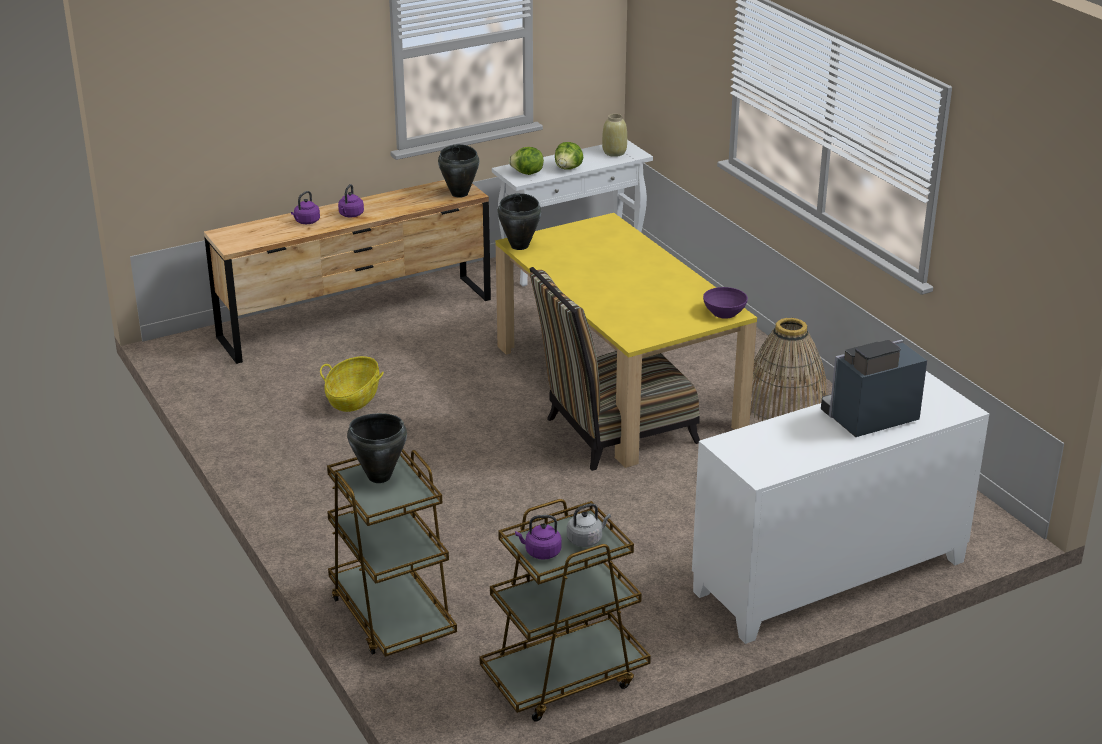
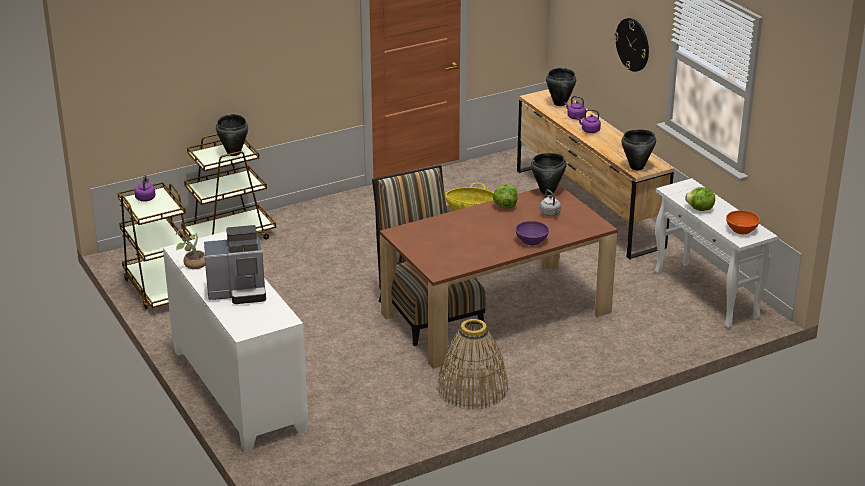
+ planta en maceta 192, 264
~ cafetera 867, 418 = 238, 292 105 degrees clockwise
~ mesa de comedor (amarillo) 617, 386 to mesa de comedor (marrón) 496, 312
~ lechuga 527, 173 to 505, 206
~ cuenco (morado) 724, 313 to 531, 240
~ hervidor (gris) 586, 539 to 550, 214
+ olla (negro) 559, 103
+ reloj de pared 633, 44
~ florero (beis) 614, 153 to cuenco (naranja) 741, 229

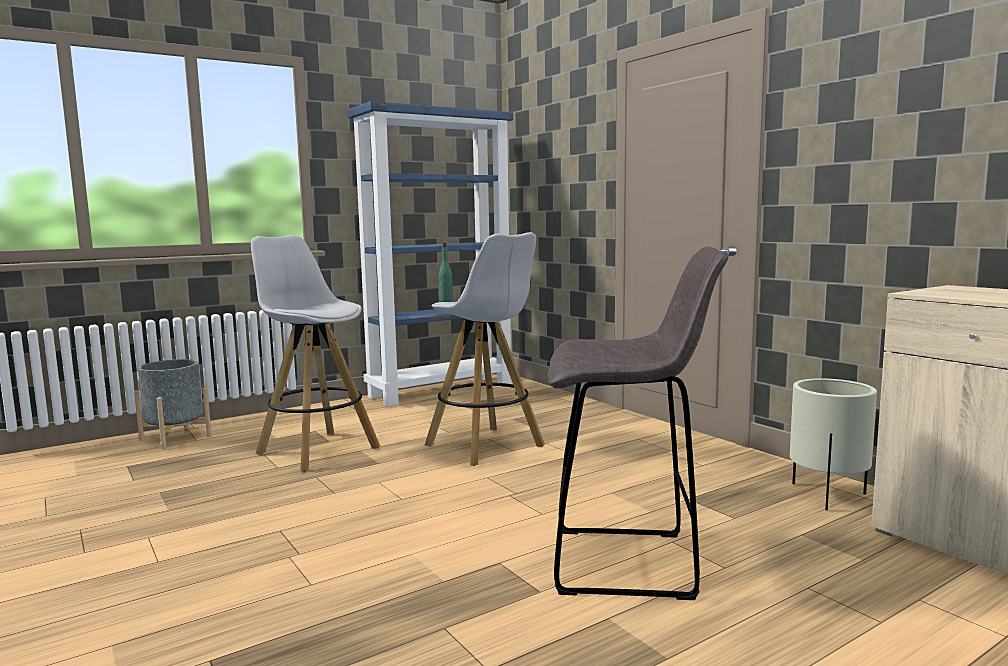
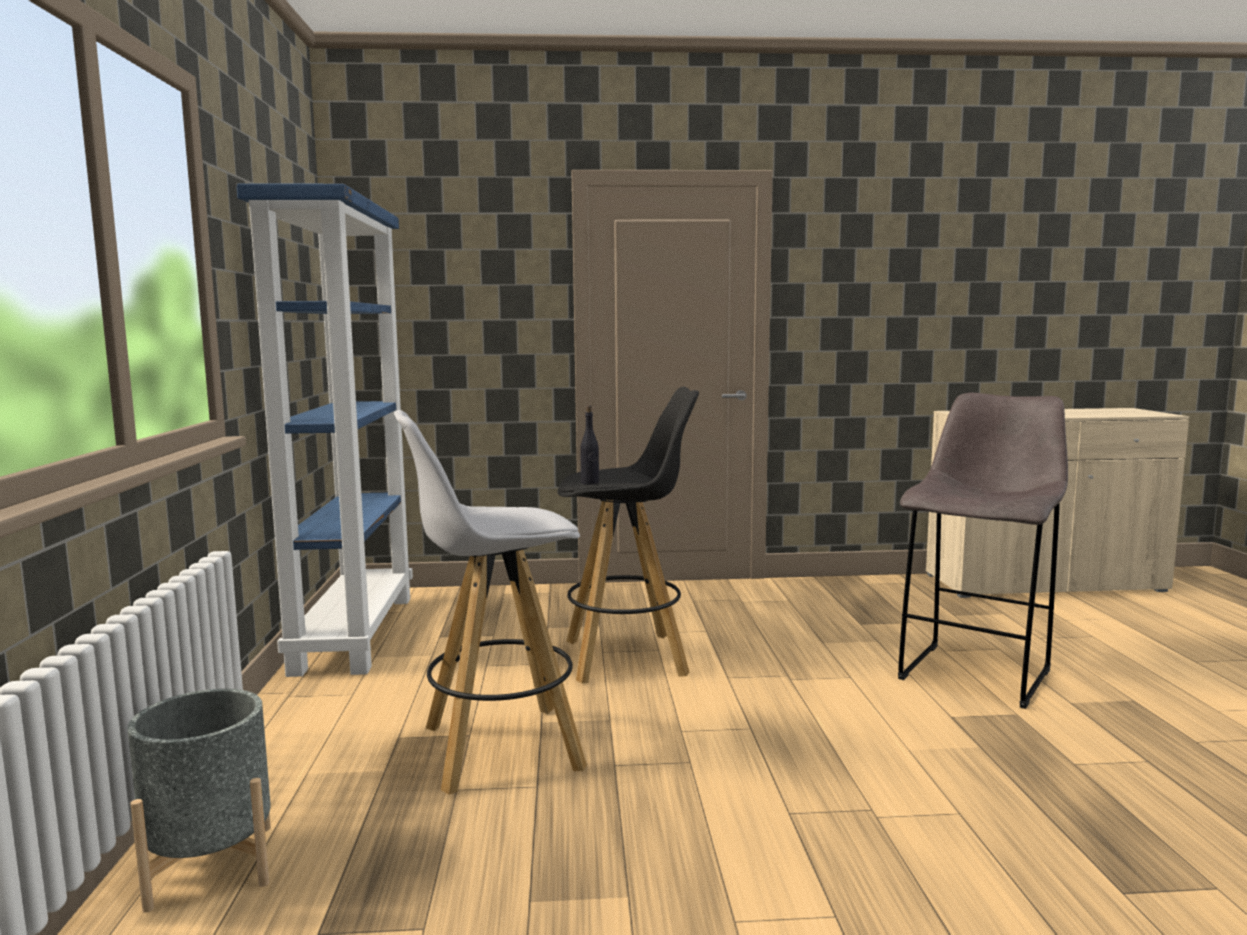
~ taburete (blanco) 486, 446 to taburete (negro) 628, 658
~ botella (verde) 446, 301 to botella (negro) 590, 483
- maceta (beis) 827, 495

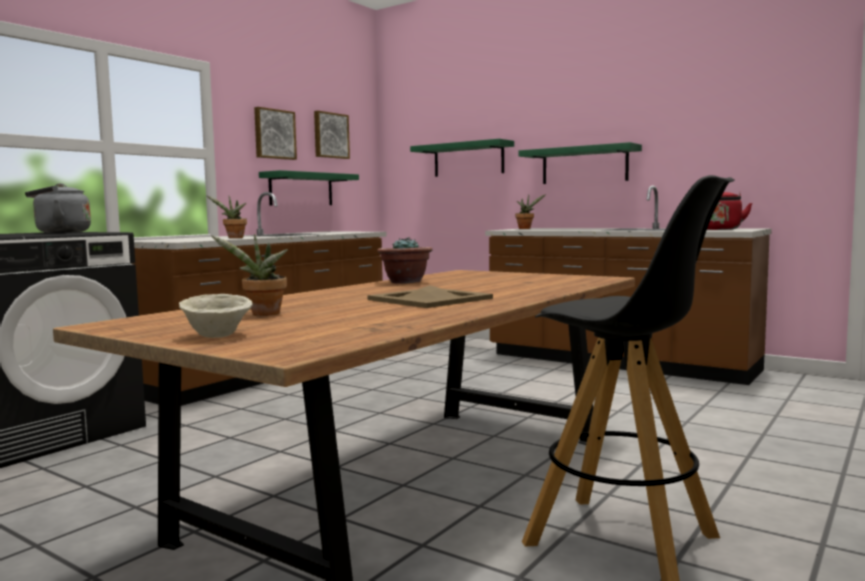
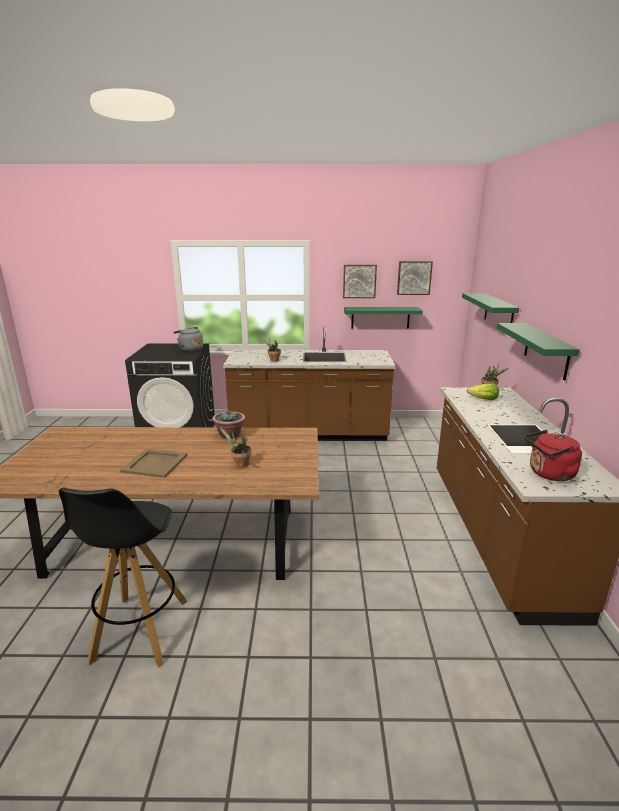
~ planta en maceta 262, 314 to 239, 464
+ lechuga 483, 399
- cuenco (beis) 218, 335

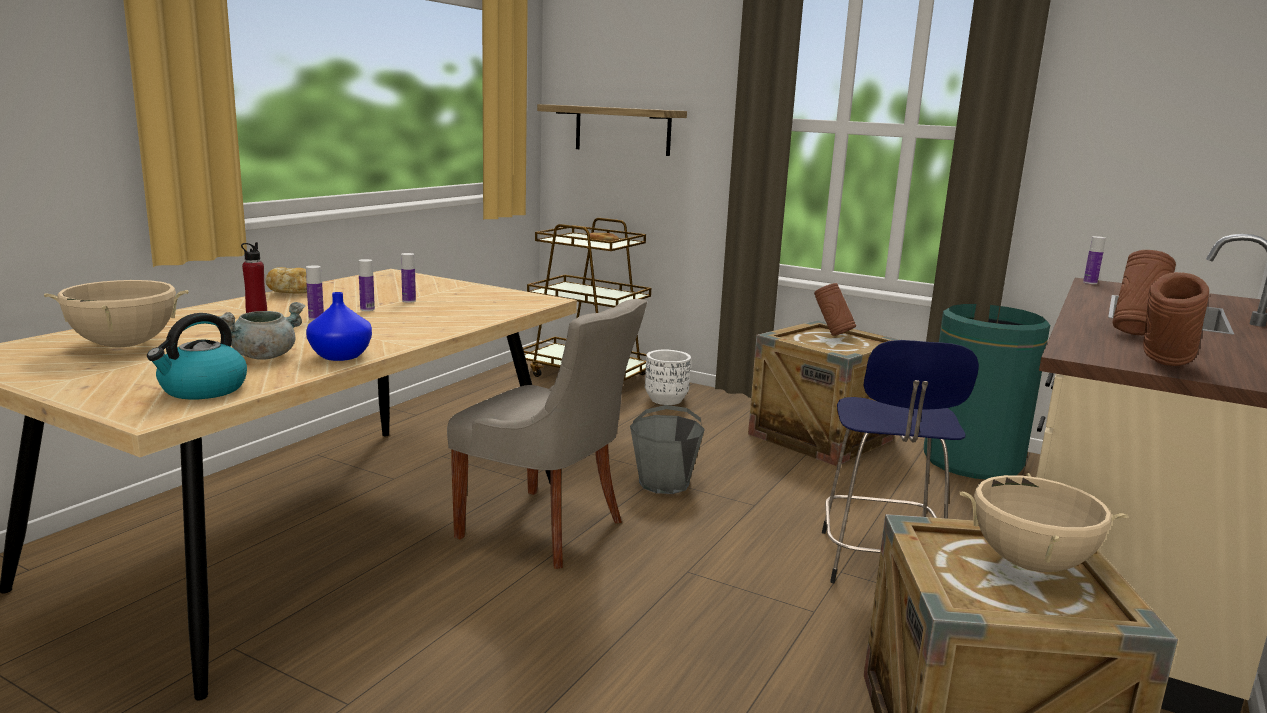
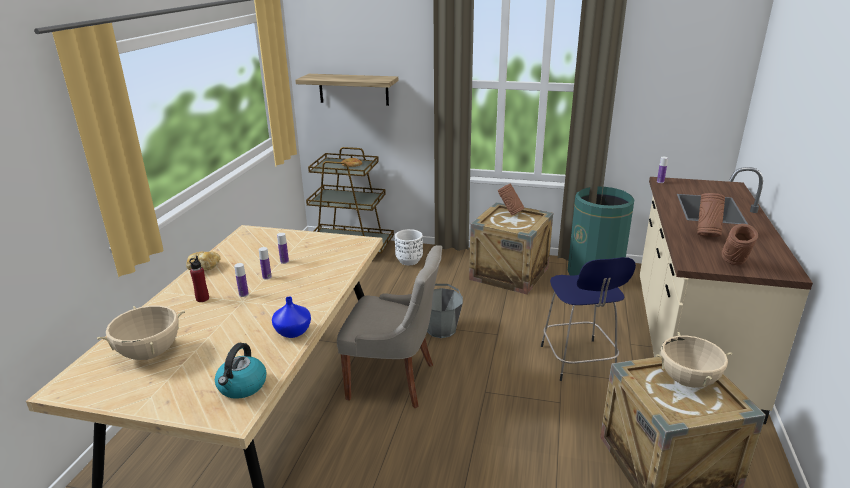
- olla (gris) 264, 356

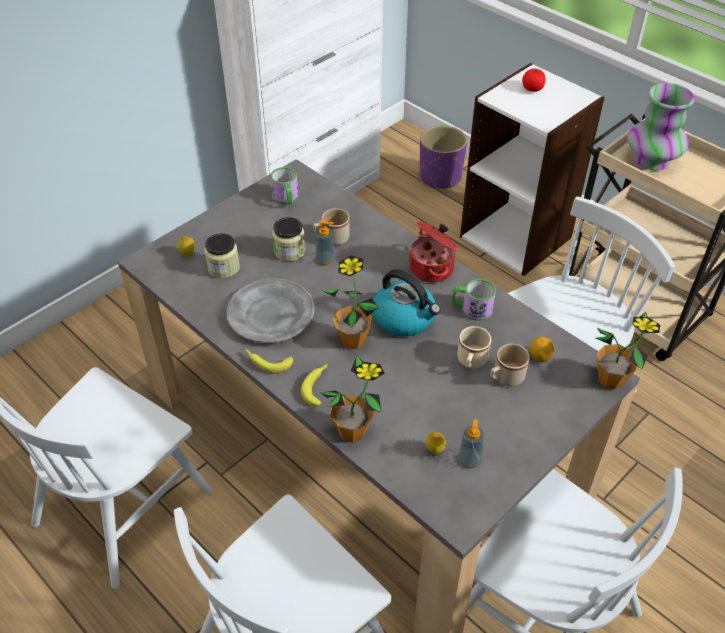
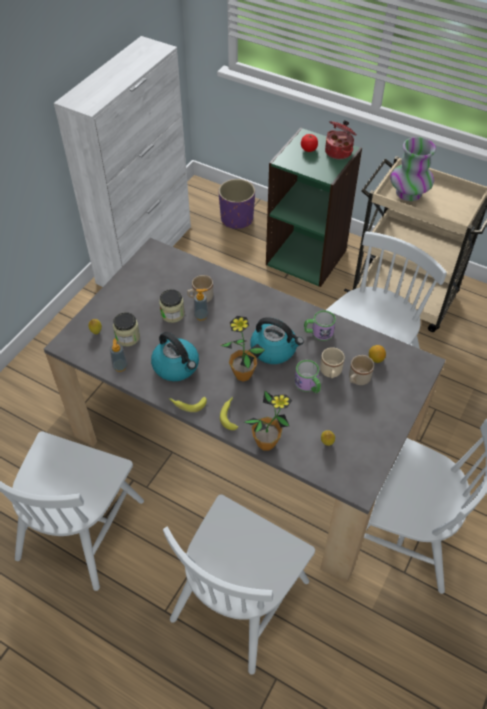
~ dispensador de jabón 469, 460 to 120, 366
~ plato (gris) 271, 314 to hervidor 176, 366
~ estantería (blanco) 516, 236 to estantería (verde) 307, 257
~ taza grande 286, 198 to 308, 385
~ olla 433, 268 to 339, 152
- planta en maceta 610, 380

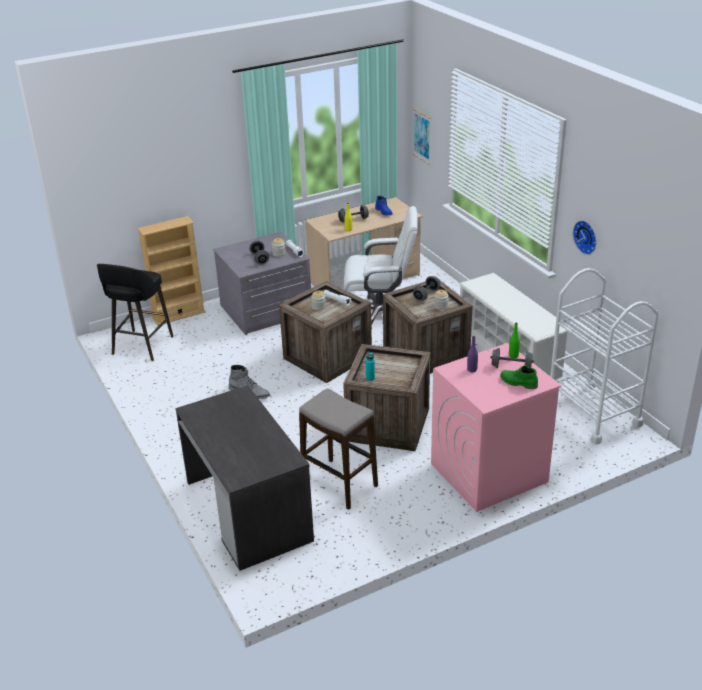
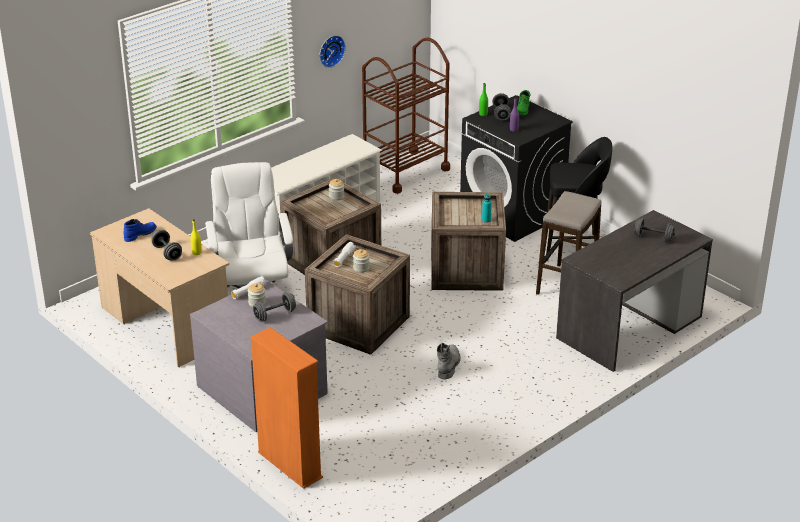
~ estantería (beis) 178, 315 to estantería (naranja) 289, 465
~ carrito (blanco) 592, 413 to carrito (marrón) 405, 171
~ lavadora (rosa) 488, 473 to lavadora (negro) 512, 214
~ taburete (negro) 141, 346 to 573, 247
~ mancuerna (gris) 426, 295 to 653, 238
- cuadro 422, 136

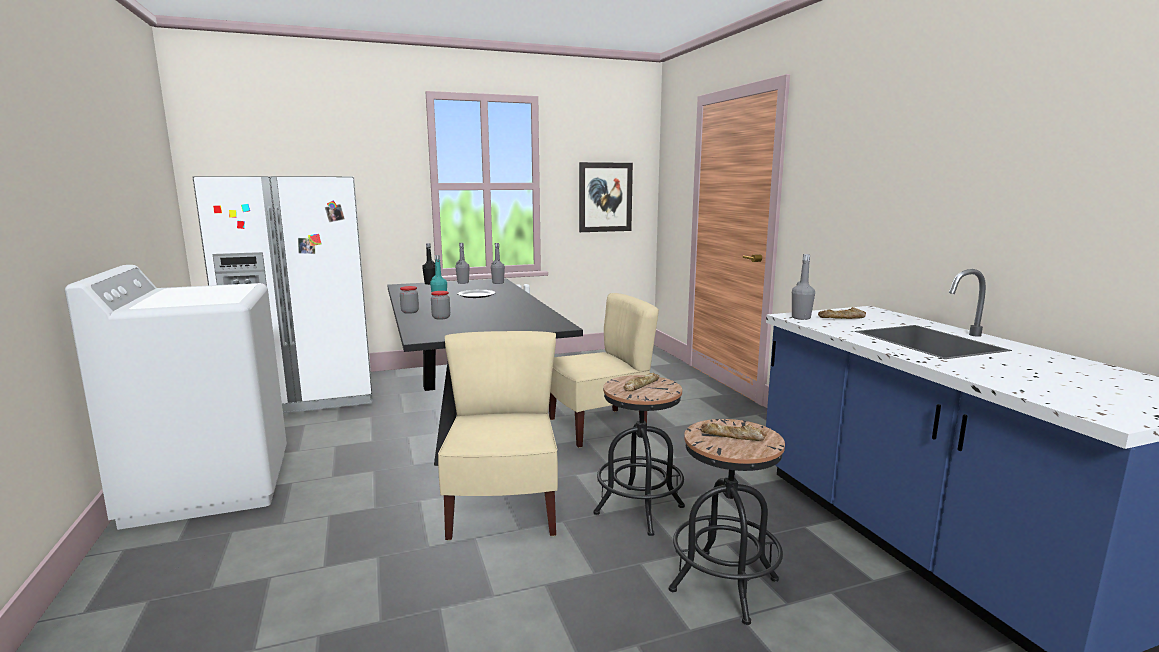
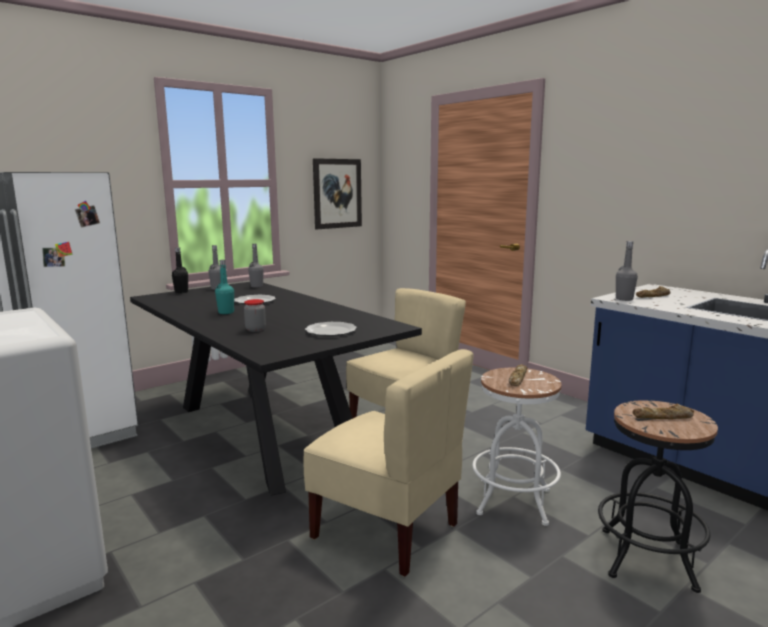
~ silla (beis) 503, 510 = 387, 530 150 degrees clockwise
+ plato 331, 331
~ taburete (negro) 639, 510 to taburete (blanco) 514, 501
- tarro 410, 312

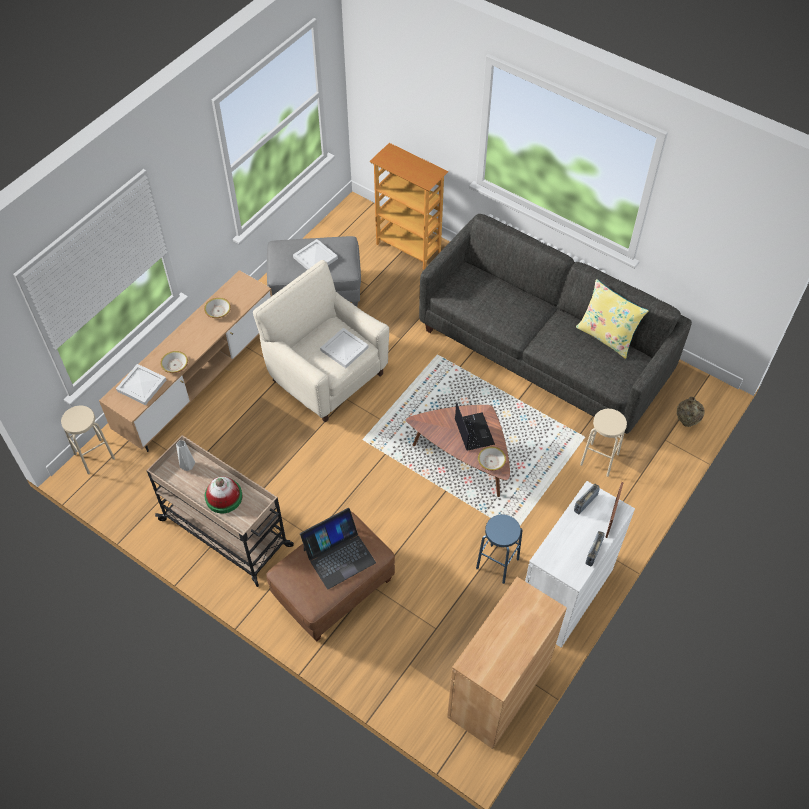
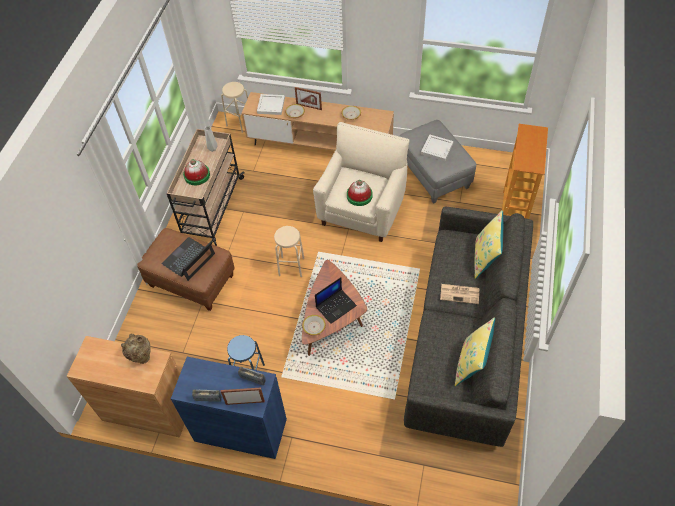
~ florero (beis) 686, 423 to 142, 357
~ portátil 339, 555 = 189, 259 90 degrees clockwise
~ armario (blanco) 565, 594 to armario (azul) 240, 430
~ taburete (beis) 599, 459 to 291, 266
+ portarretratos 309, 106
~ bandeja (blanco) 344, 350 to sombrero 359, 196
+ periódico 460, 294
+ cojín (amarillo) 485, 258

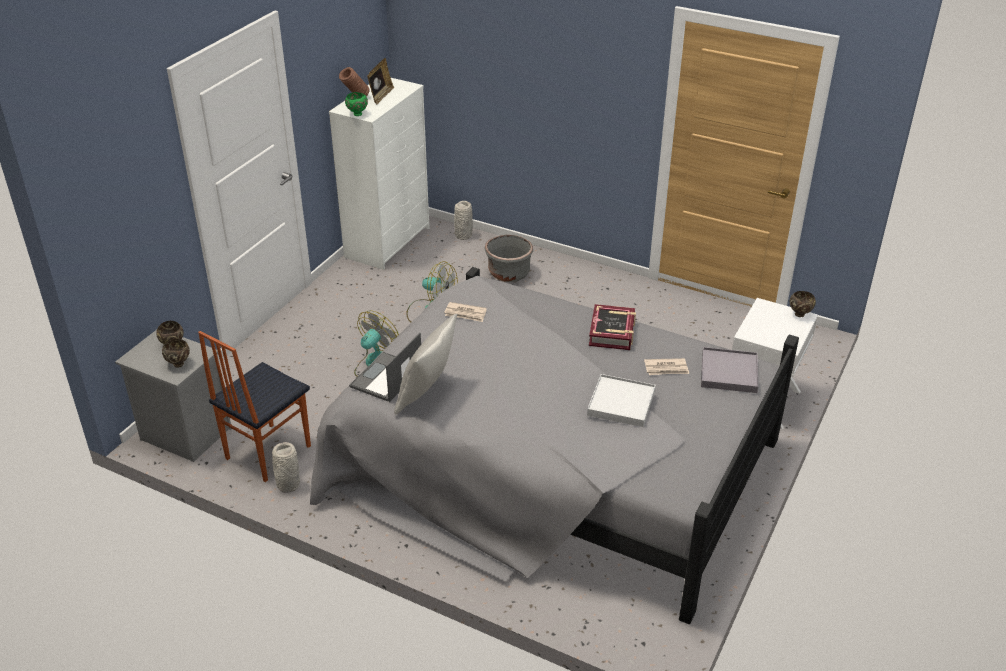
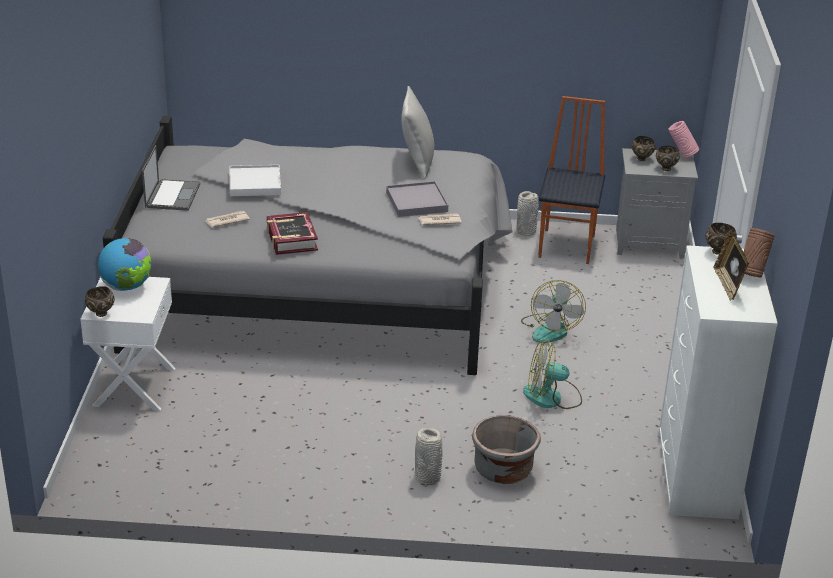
+ globo terráqueo 127, 287
~ portátil 386, 378 to 172, 195
~ bandeja (gris) 729, 373 to 416, 202
~ florero (gris) 463, 235 to 428, 478
+ florero (rosa) 681, 155
~ cuenco (verde) 357, 114 to cuenco (marrón) 718, 251

